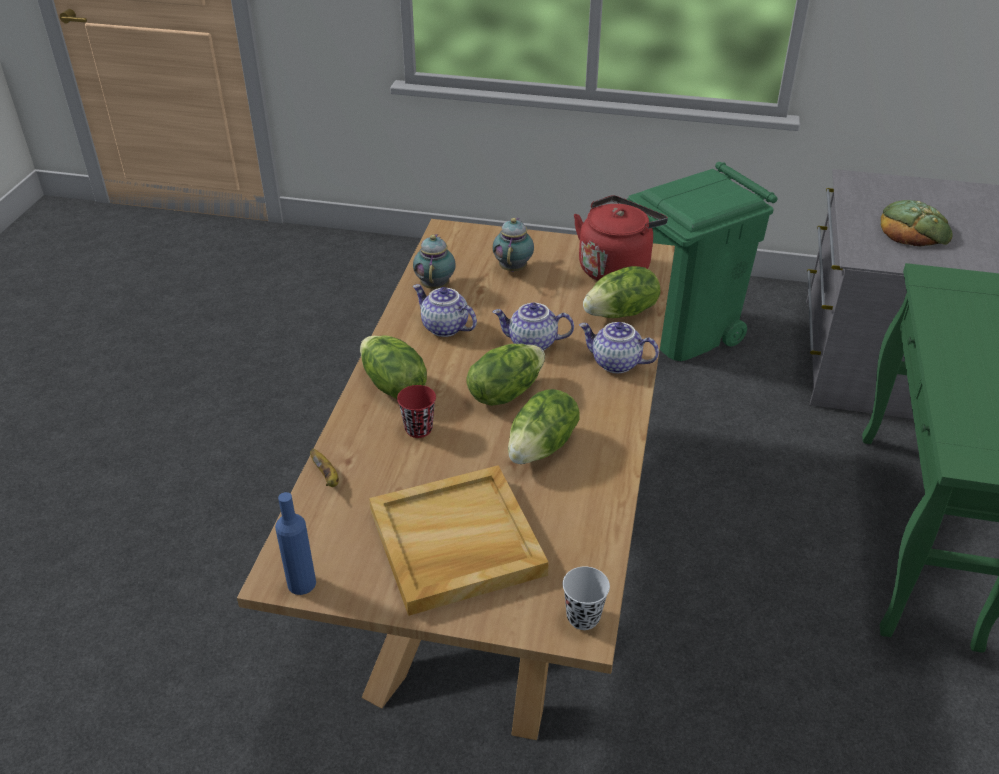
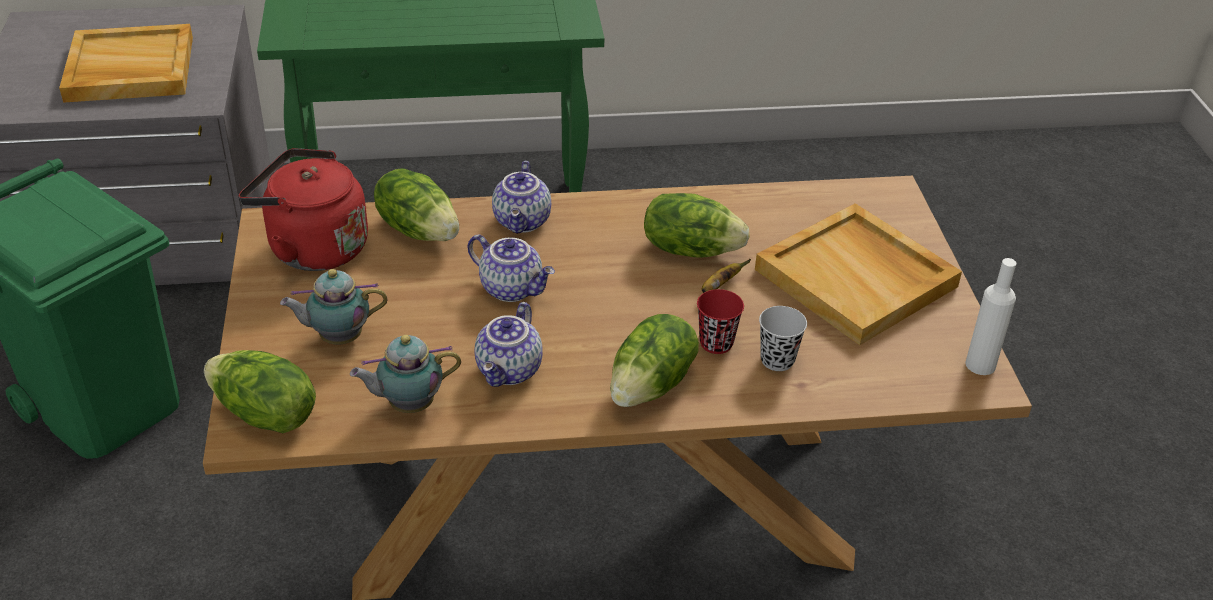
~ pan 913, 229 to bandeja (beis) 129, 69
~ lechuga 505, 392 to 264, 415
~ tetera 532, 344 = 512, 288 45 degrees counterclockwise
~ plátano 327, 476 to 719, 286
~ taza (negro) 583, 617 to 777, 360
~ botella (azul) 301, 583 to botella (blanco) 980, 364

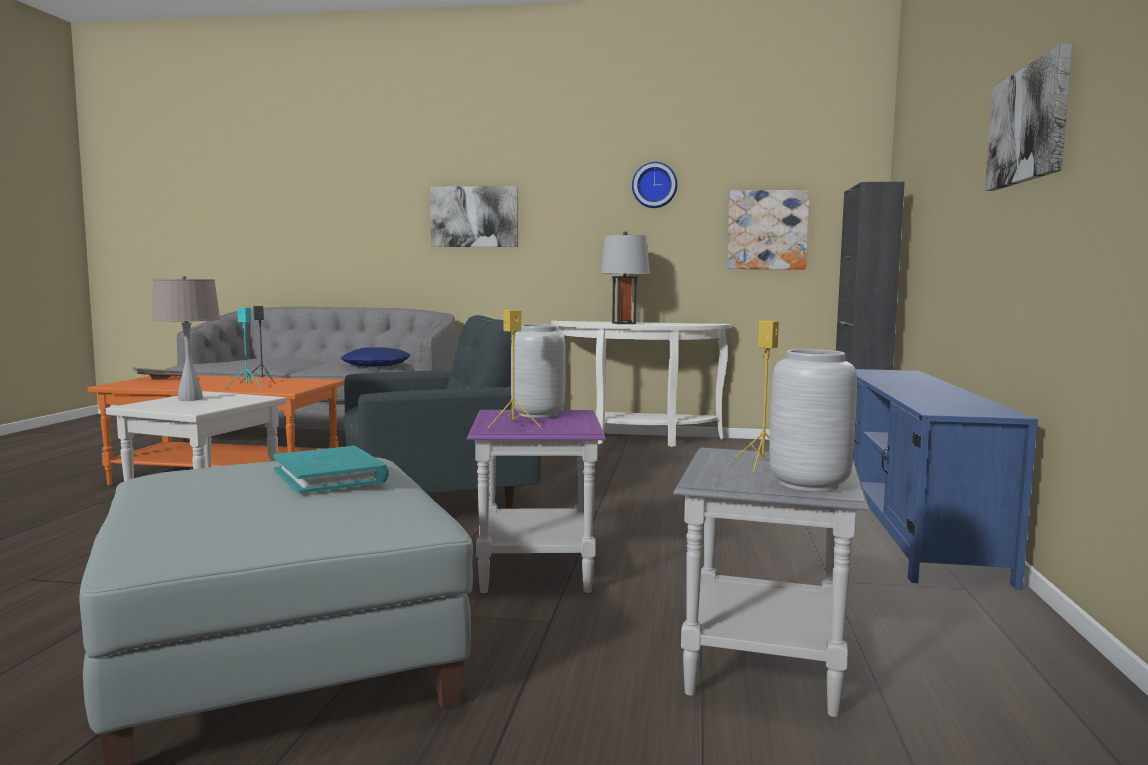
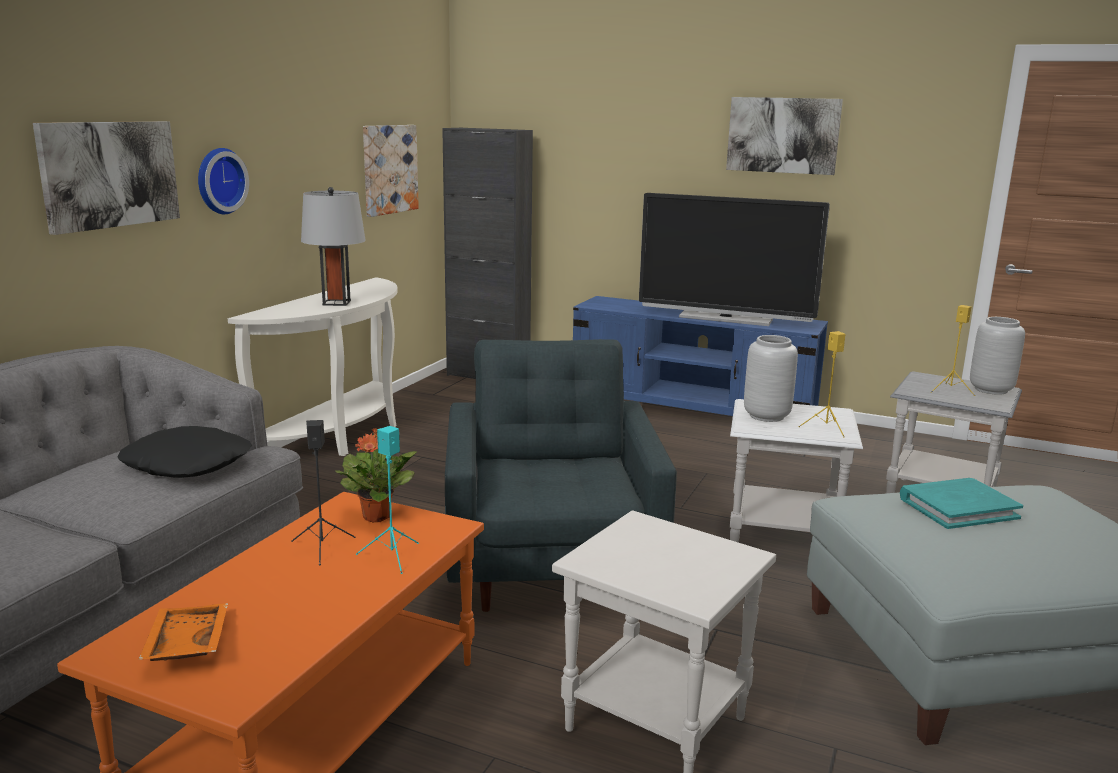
~ cojín (azul) 377, 365 to cojín (negro) 188, 464
~ bandeja (gris) 163, 379 to bandeja (naranja) 185, 645
~ reloj de pared 654, 185 to 218, 181
+ planta en maceta 377, 516
+ televisor 725, 318
~ mesa auxiliar (morado) 536, 570 to mesa auxiliar (blanco) 783, 541
- lámpara de mesa (beis) 190, 399

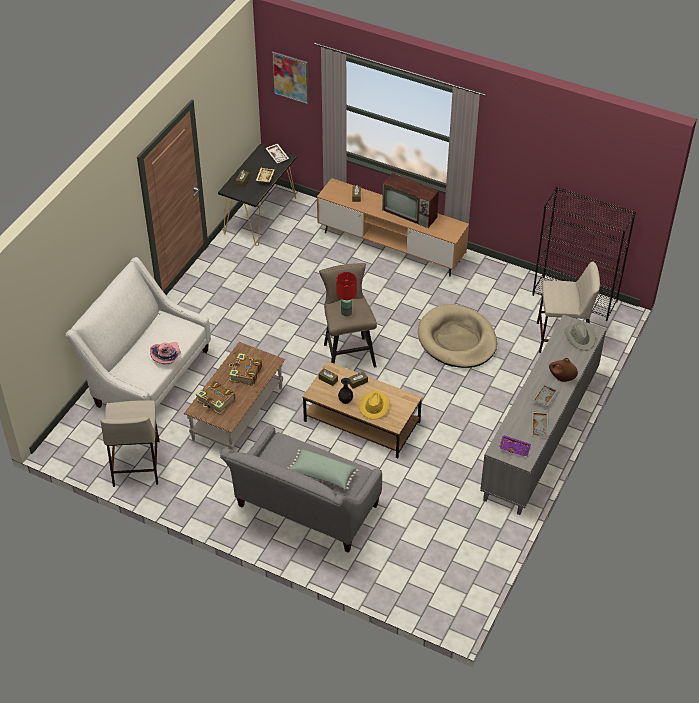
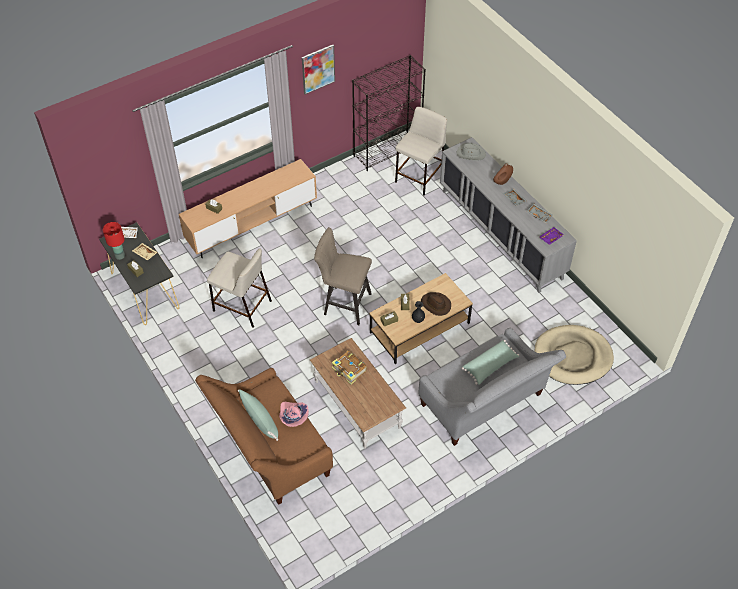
~ lámpara de mesa (rojo) 346, 312 to 120, 255
~ sofá (blanco) 147, 375 to sofá (marrón) 269, 451
~ taburete (beis) 136, 462 to 241, 306
+ cojín (verde) 260, 420
~ cuadro 291, 77 to 318, 69
~ sombrero (amarillo) 374, 406 to sombrero (marrón) 435, 305
~ cama para perro (beis) 457, 340 to 573, 357
- libro 216, 401
- televisor 410, 214

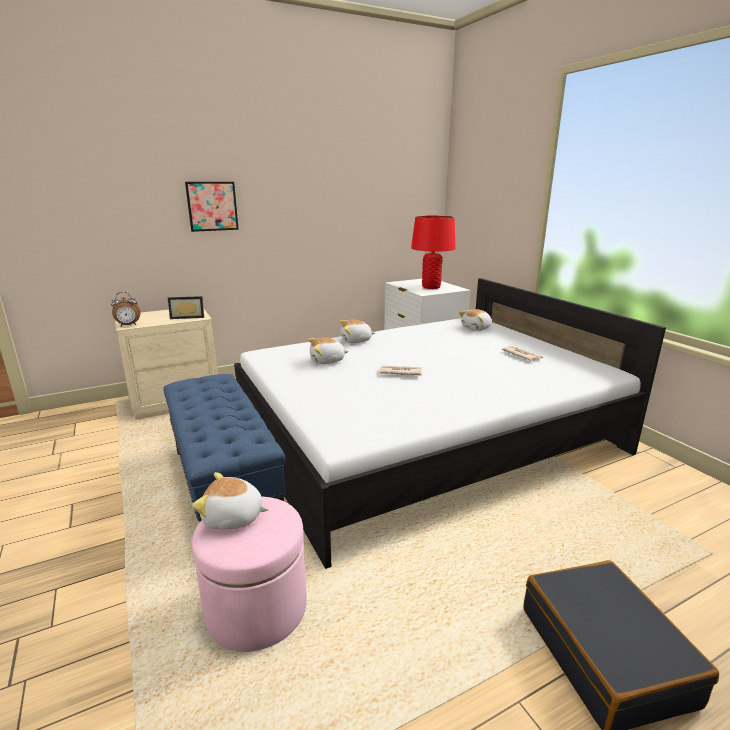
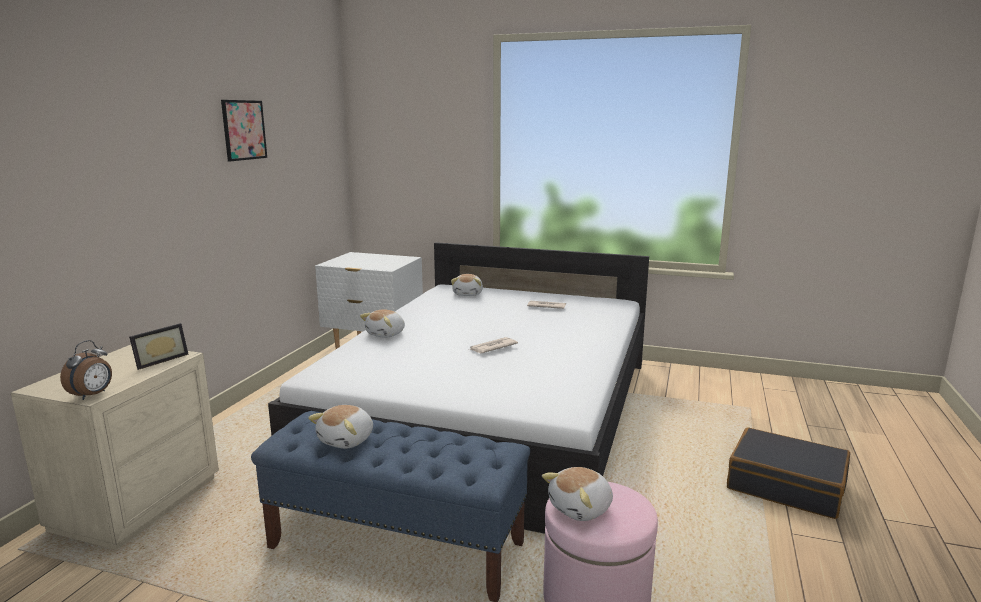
~ cuadro 212, 206 to 244, 130
~ peluche 327, 361 to 347, 440
- lámpara de mesa (rojo) 431, 287

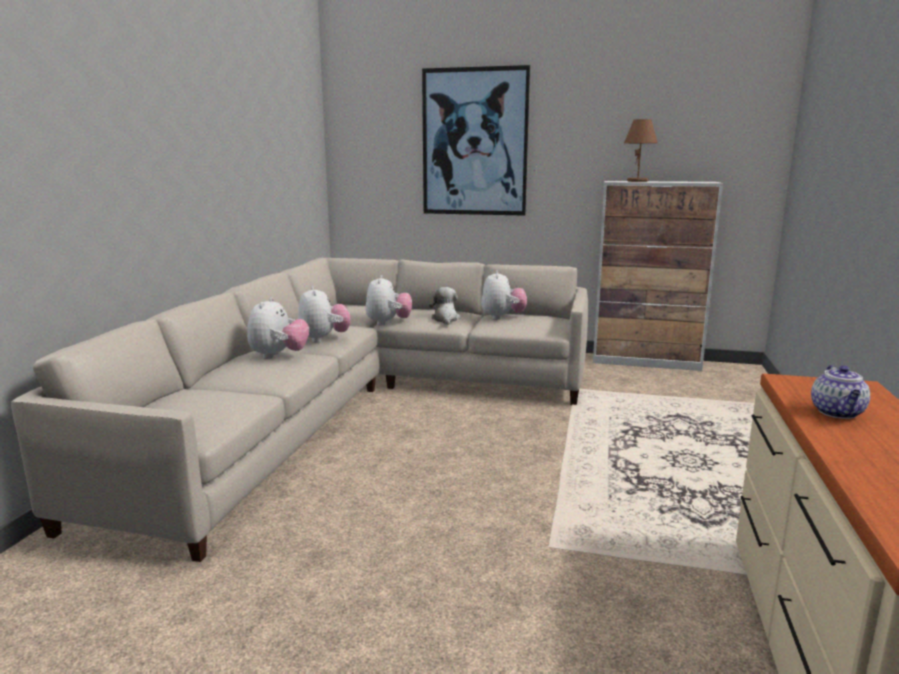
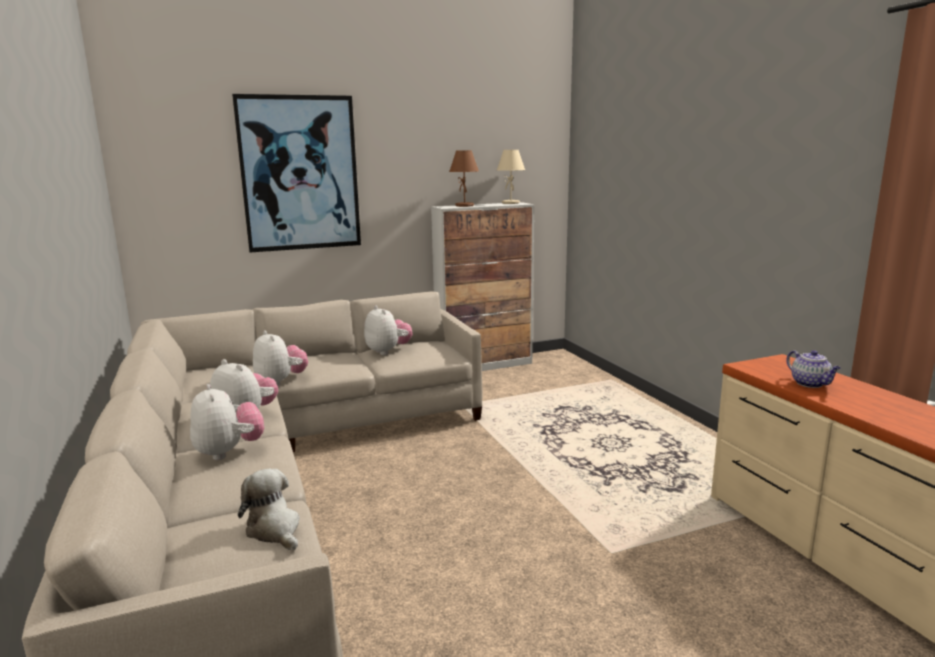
~ peluche 445, 319 to 275, 530
+ lámpara de mesa (beis) 511, 203

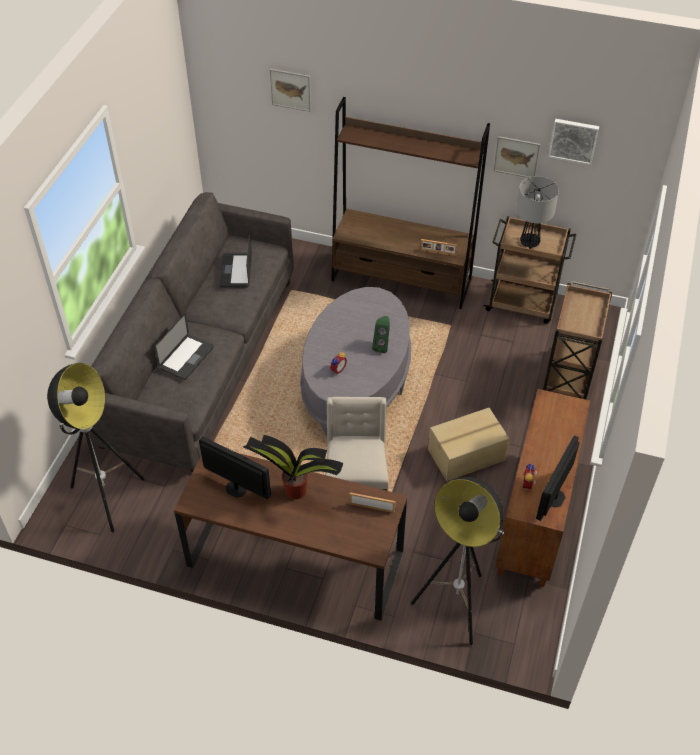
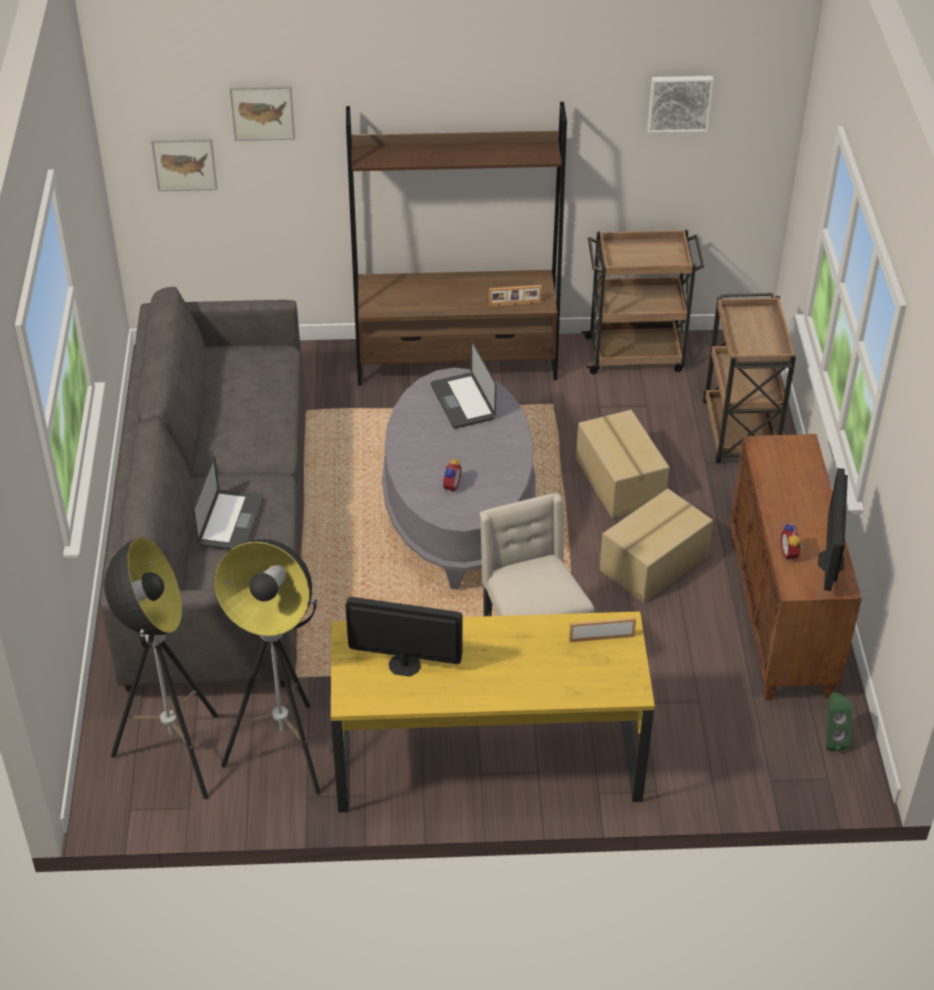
~ cuadro 516, 157 to 184, 164
~ lámpara de pie 456, 605 to 285, 752
~ escritorio (marrón) 295, 559 to escritorio (amarillo) 487, 758
~ portátil 236, 271 to 462, 402
+ caja de cartón 619, 482
~ altavoz (verde) 382, 345 to 832, 738
- planta en maceta 294, 490
- lámpara de mesa 529, 242

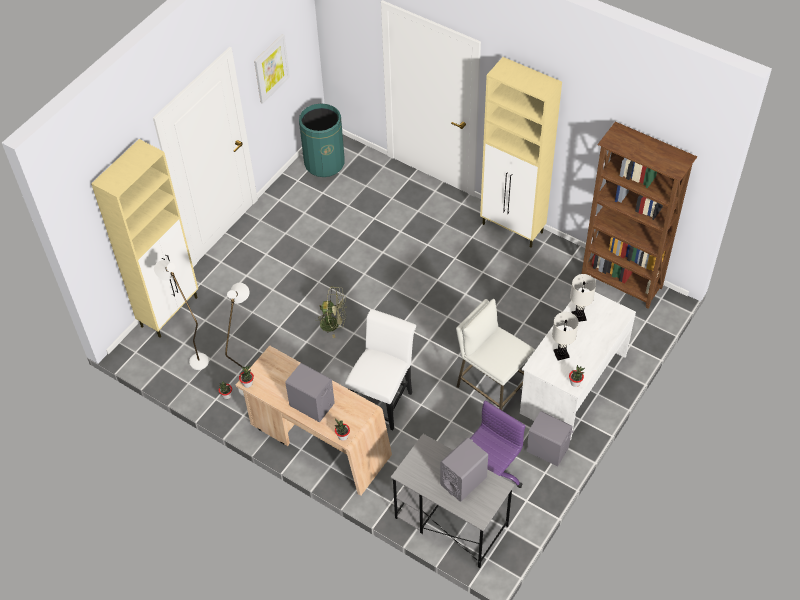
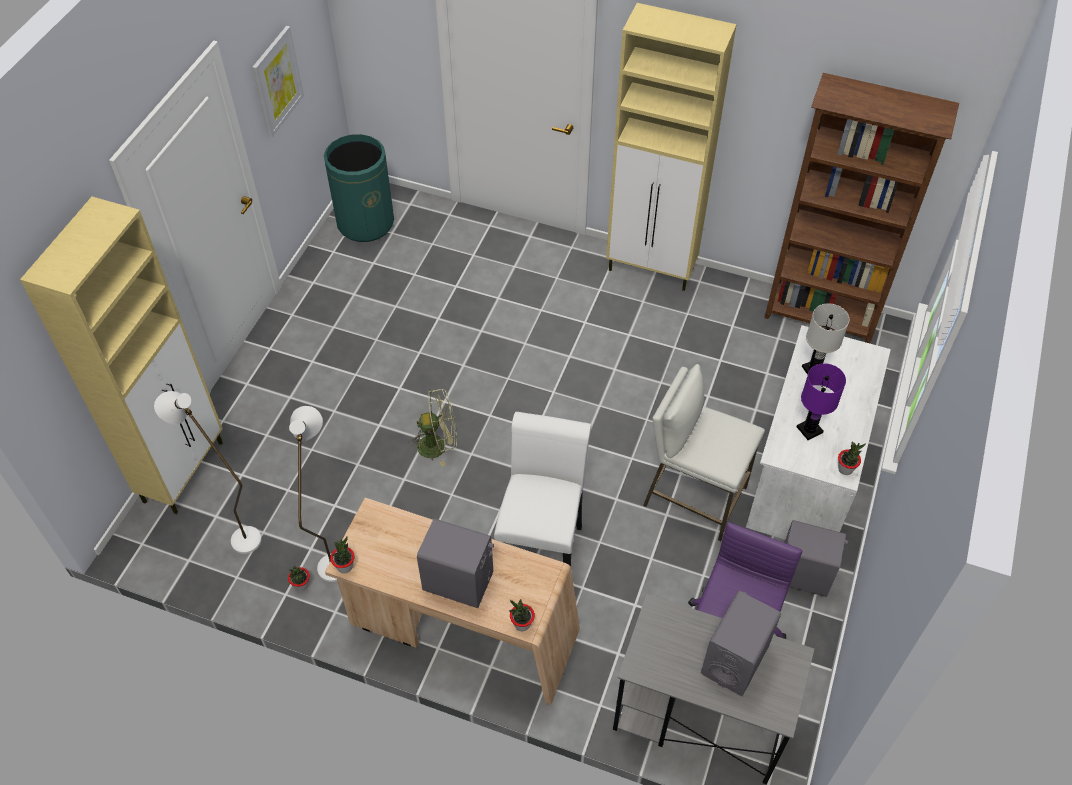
~ lámpara de mesa (blanco) 561, 354 to lámpara de mesa (morado) 809, 429

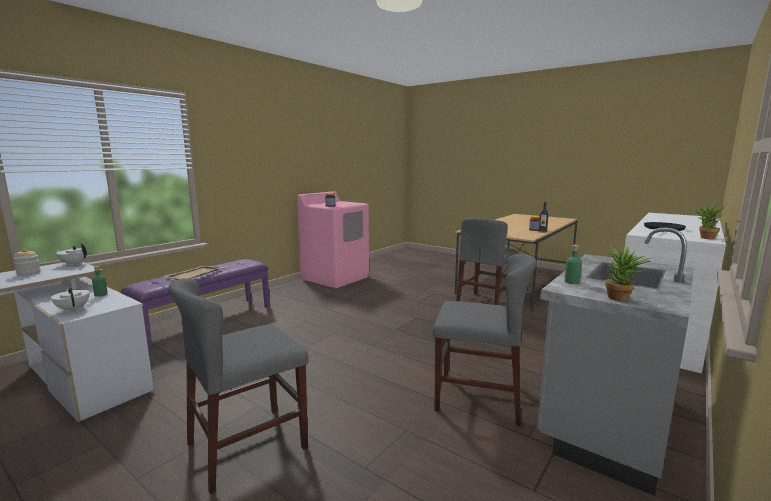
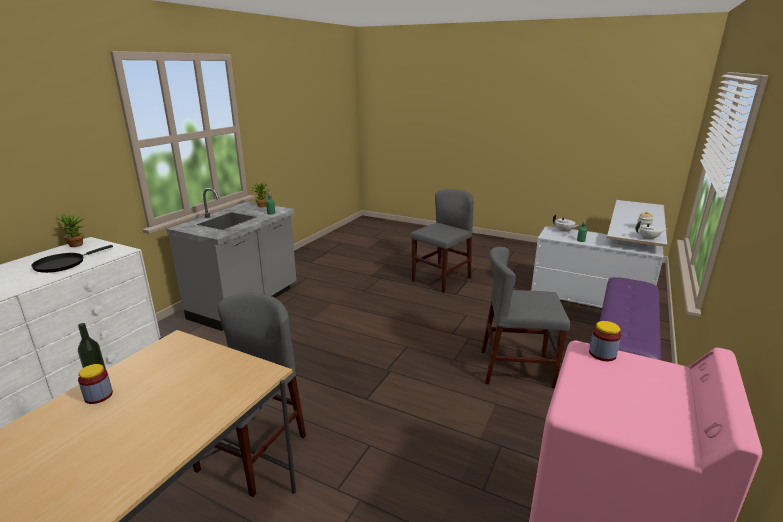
~ silla (gris) 478, 398 to 516, 368
- bandeja (beis) 193, 274

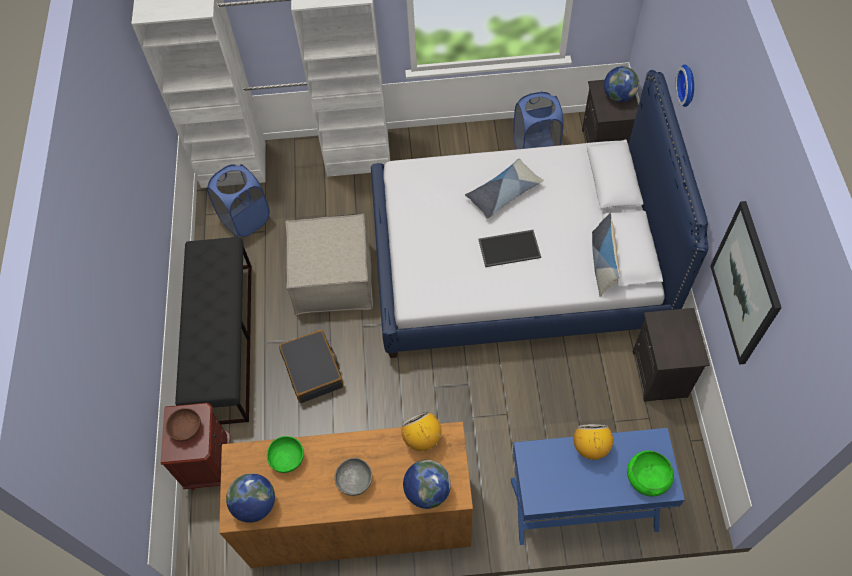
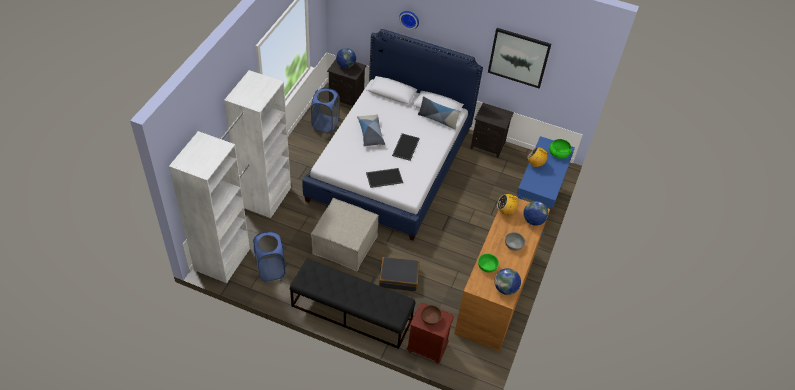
+ bandeja 384, 177

